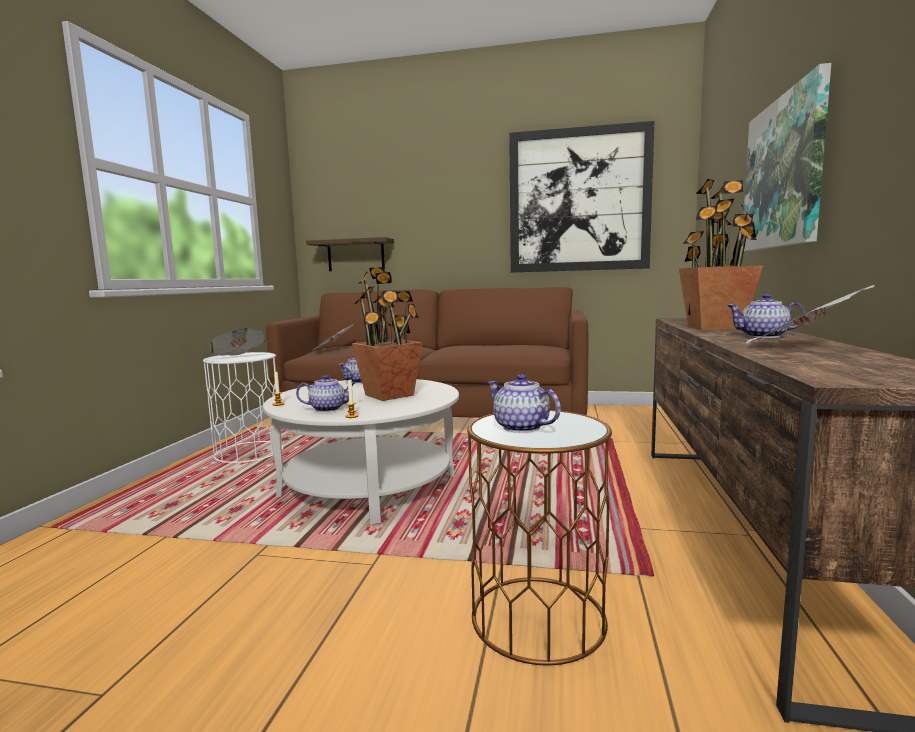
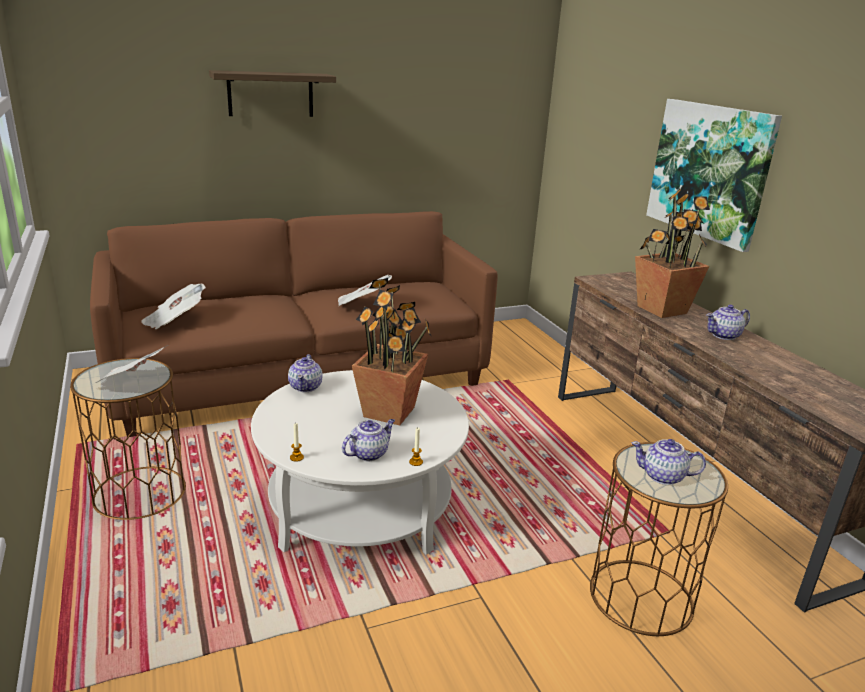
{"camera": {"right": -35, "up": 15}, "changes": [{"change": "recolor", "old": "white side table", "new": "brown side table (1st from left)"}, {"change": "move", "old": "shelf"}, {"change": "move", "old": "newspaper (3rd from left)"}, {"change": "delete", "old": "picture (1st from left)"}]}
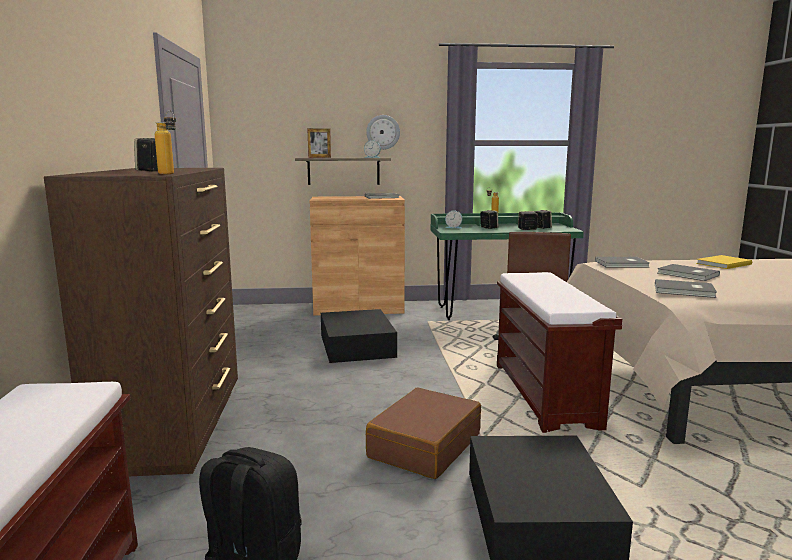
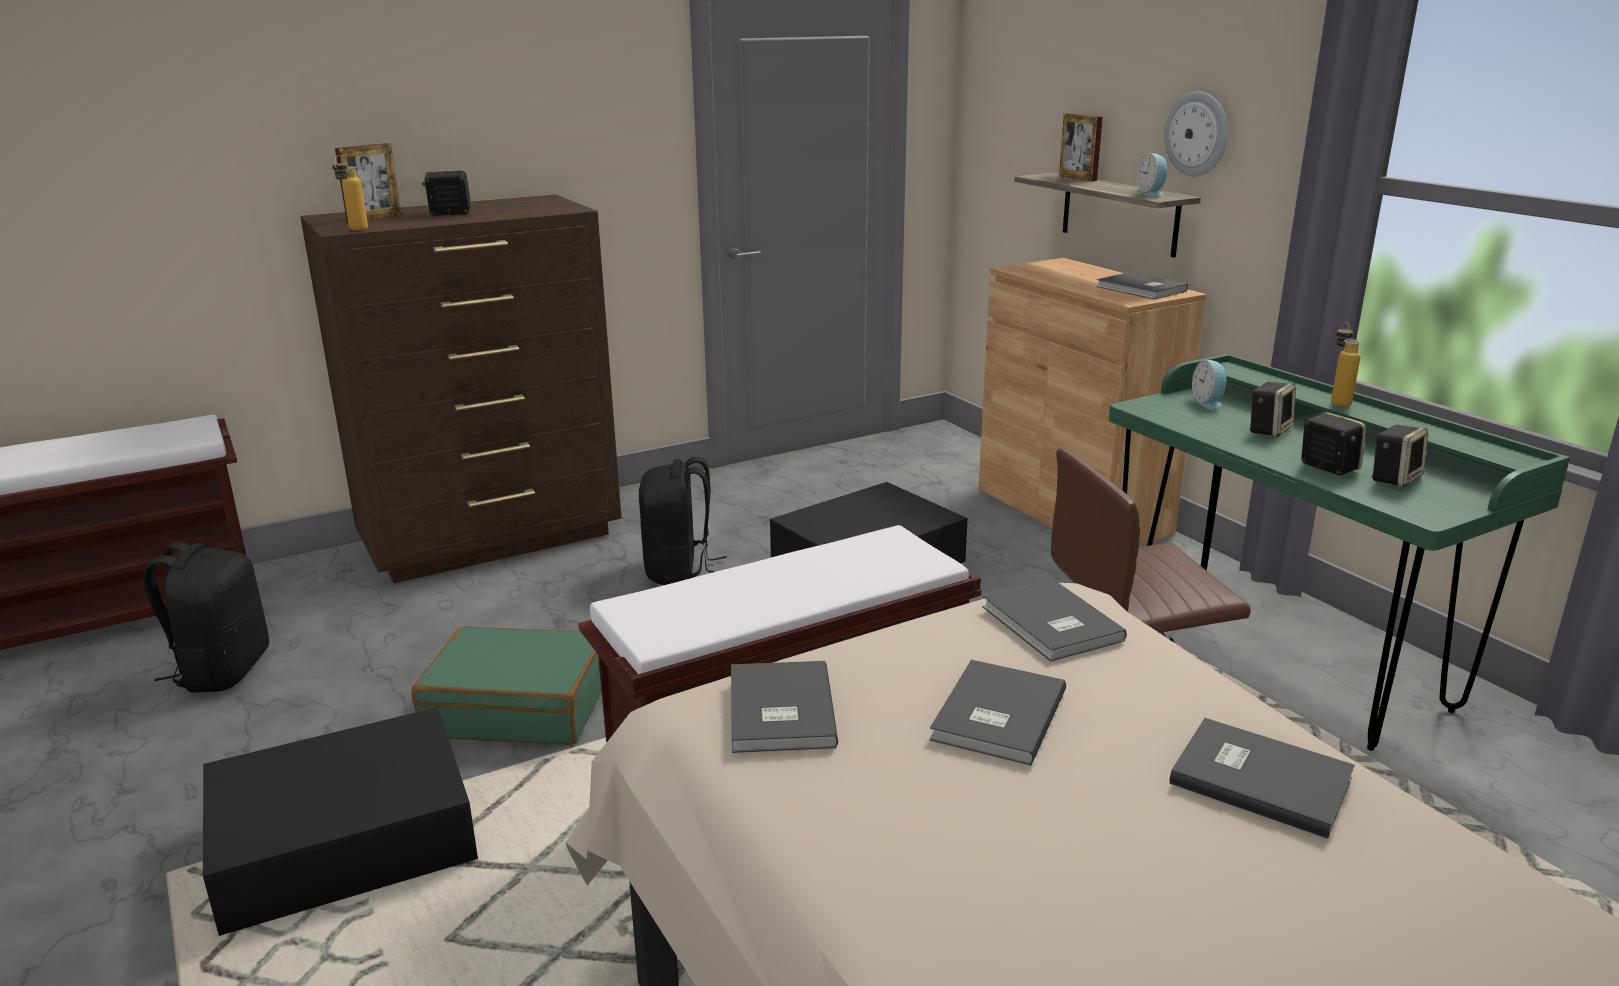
{"camera": {"right": 65, "up": 10}, "changes": [{"change": "insert", "new": "picture frame (1st from left)"}, {"change": "recolor", "old": "brown suitcase", "new": "green suitcase"}, {"change": "insert", "new": "black backpack (2nd from left)"}, {"change": "recolor", "old": "yellow book", "new": "grey book (5th from left)"}]}
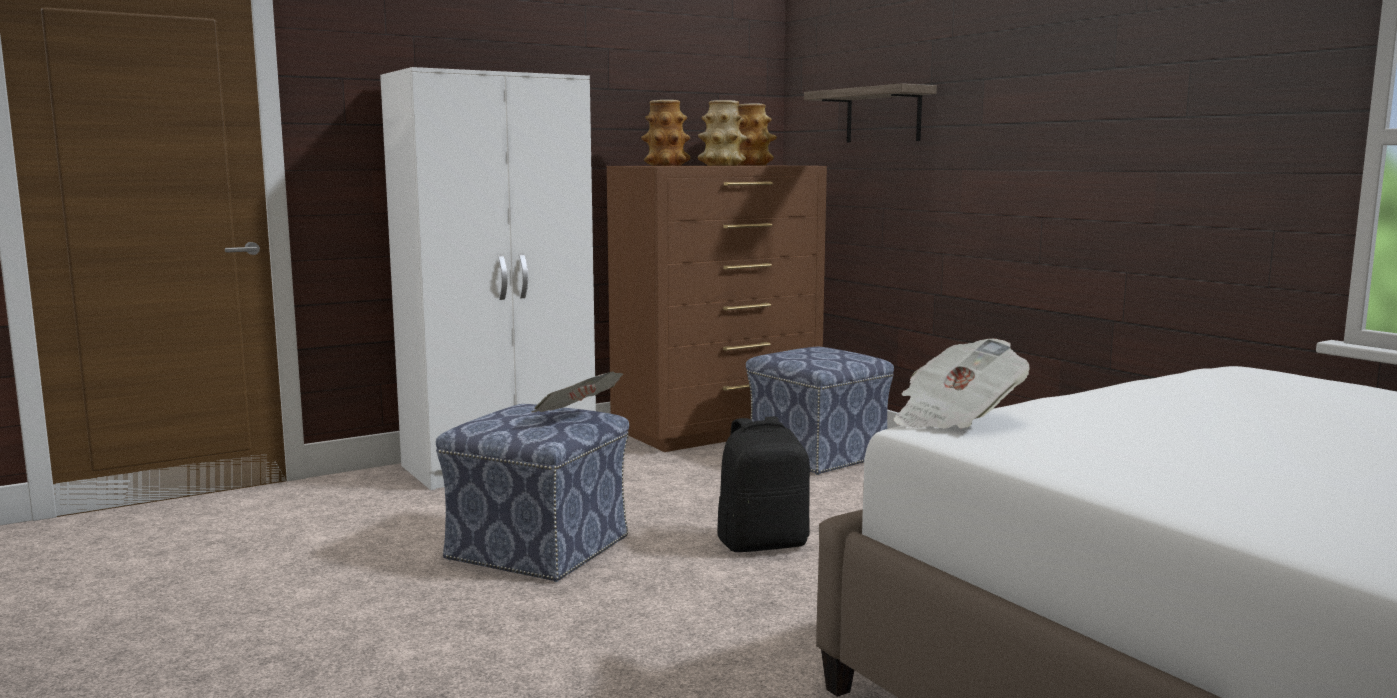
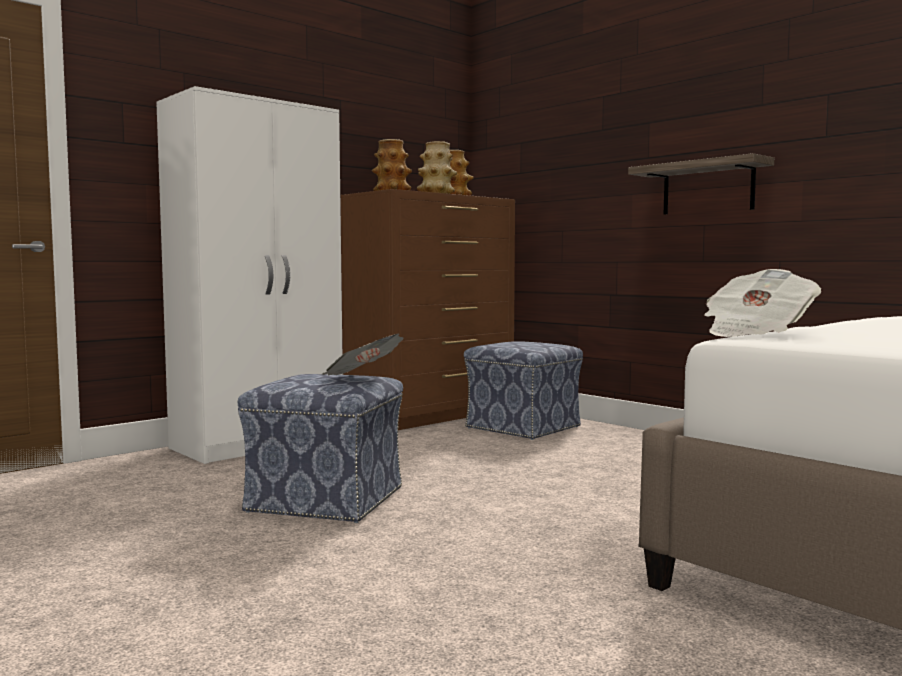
{"camera": {"right": -10, "up": -5}, "changes": [{"change": "move", "old": "shelf"}, {"change": "delete", "old": "black backpack"}]}
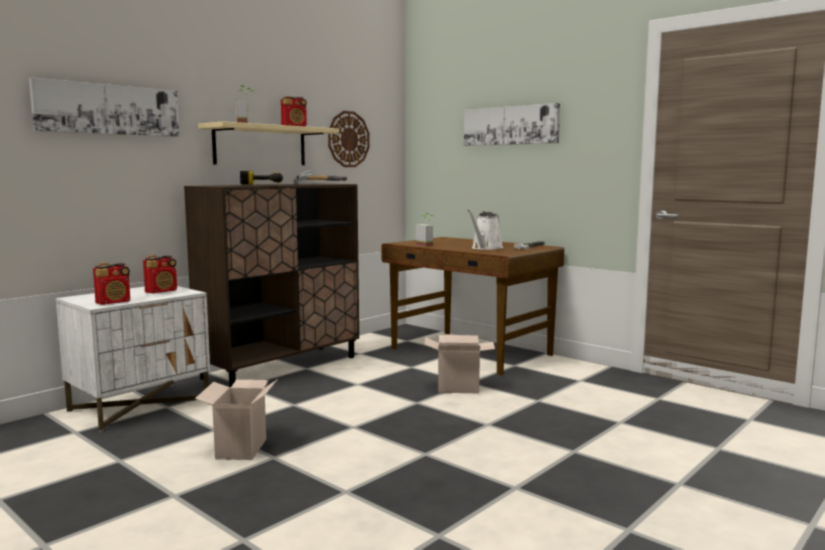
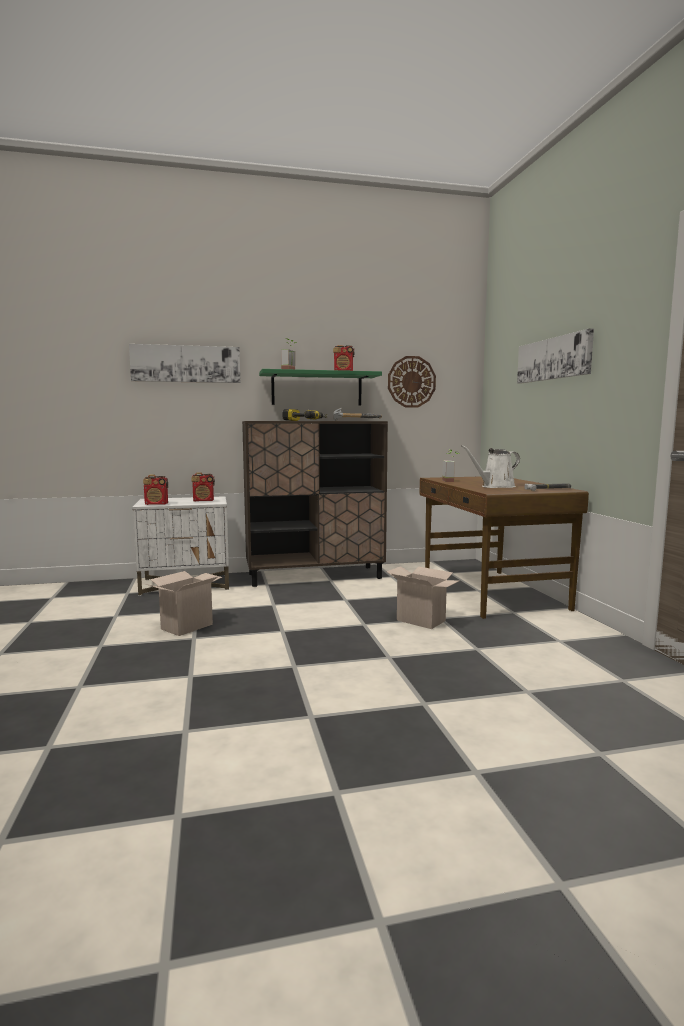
{"camera": {"right": 35, "up": 0}, "changes": [{"change": "recolor", "old": "beige shelf", "new": "green shelf"}]}
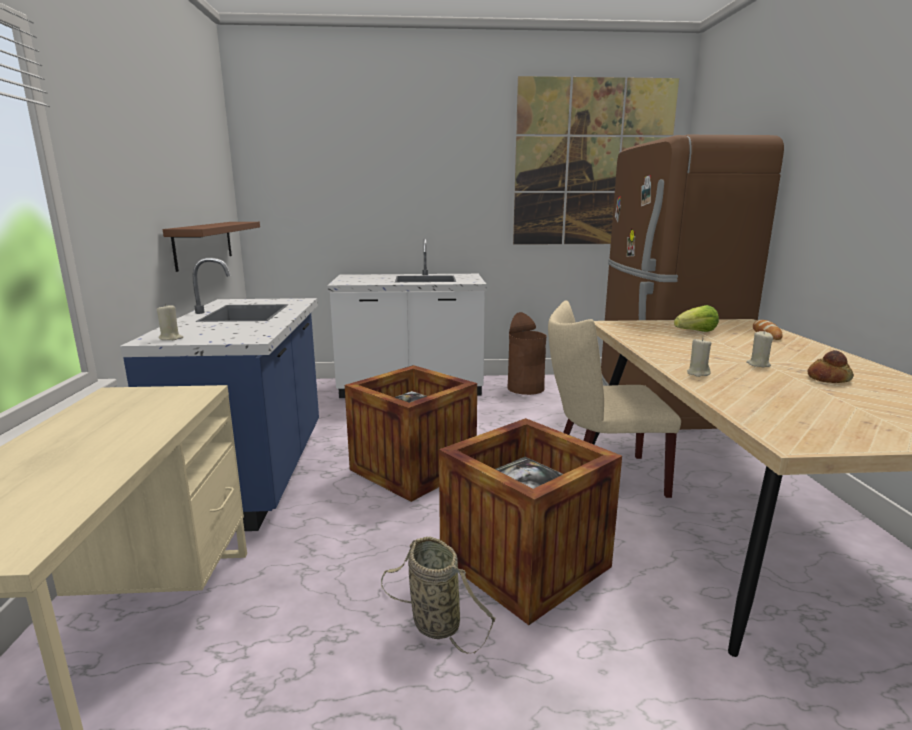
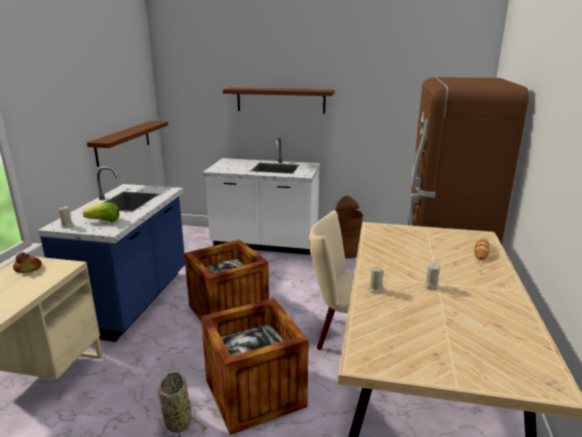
{"camera": {"right": 15, "up": 5}, "changes": [{"change": "move", "old": "bread (2nd from left in the first image)", "new": "bread (1st from left)"}, {"change": "move", "old": "lettuce"}, {"change": "insert", "new": "brown shelf (2nd from left)"}, {"change": "delete", "old": "picture"}]}
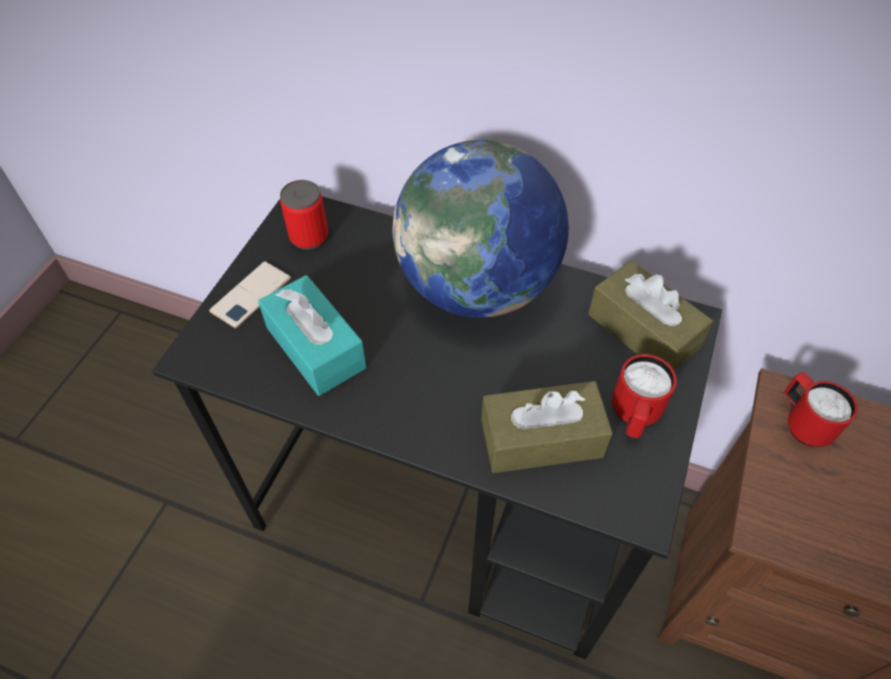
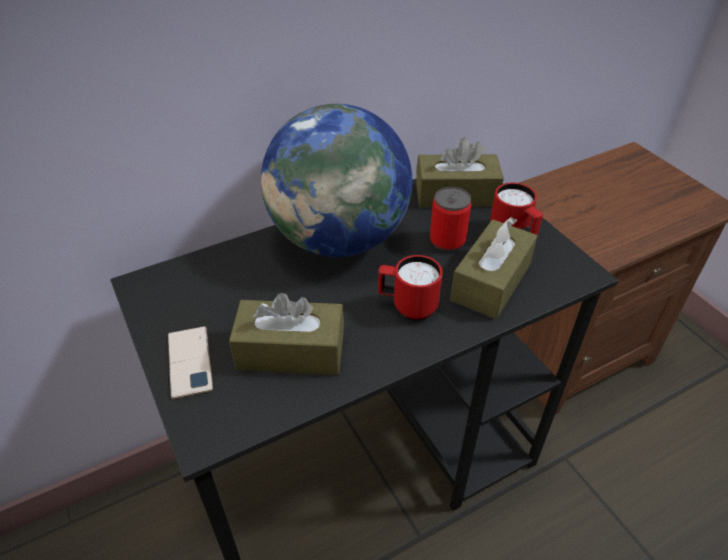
{"camera": {"right": -50, "up": -10}, "changes": [{"change": "recolor", "old": "turquoise tissue box", "new": "brown tissue box (1st from left)"}, {"change": "move", "old": "red mug (2nd from left in the first image)", "new": "red mug (1st from left)"}, {"change": "move", "old": "can"}]}
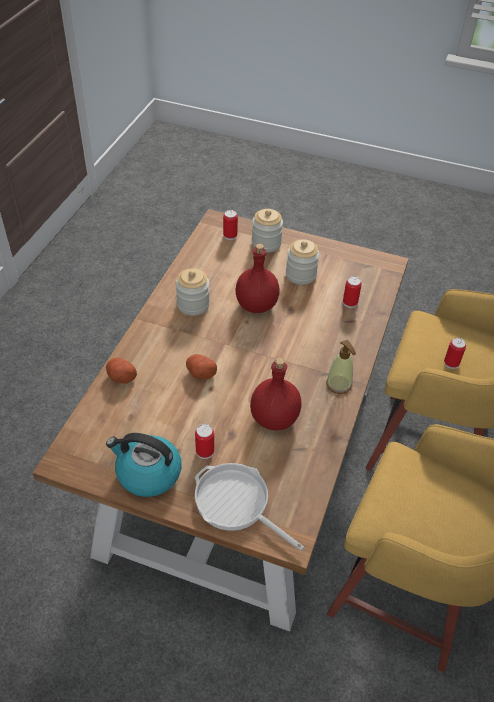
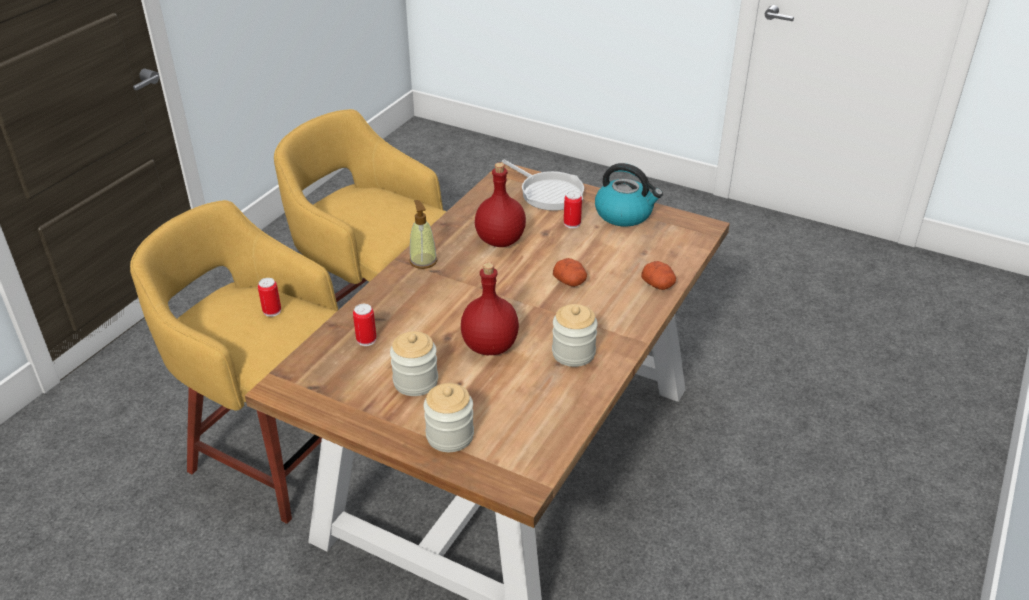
{"camera": {"right": -170, "up": -10}, "changes": [{"change": "delete", "old": "can (2nd from left)"}]}
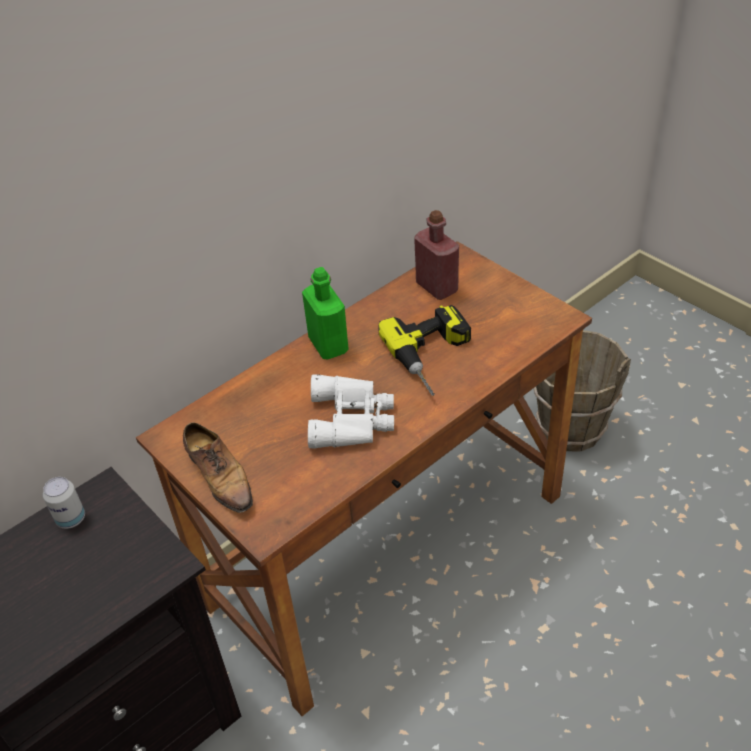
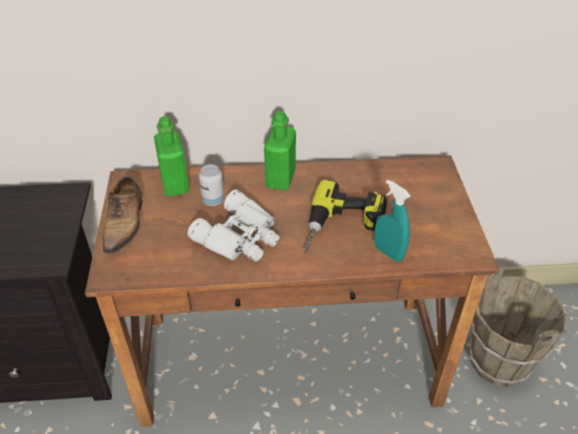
{"camera": {"right": 35, "up": 0}, "changes": [{"change": "insert", "new": "green bottle (1st from left)"}, {"change": "move", "old": "can"}, {"change": "insert", "new": "turquoise spray bottle"}, {"change": "delete", "old": "red bottle"}]}
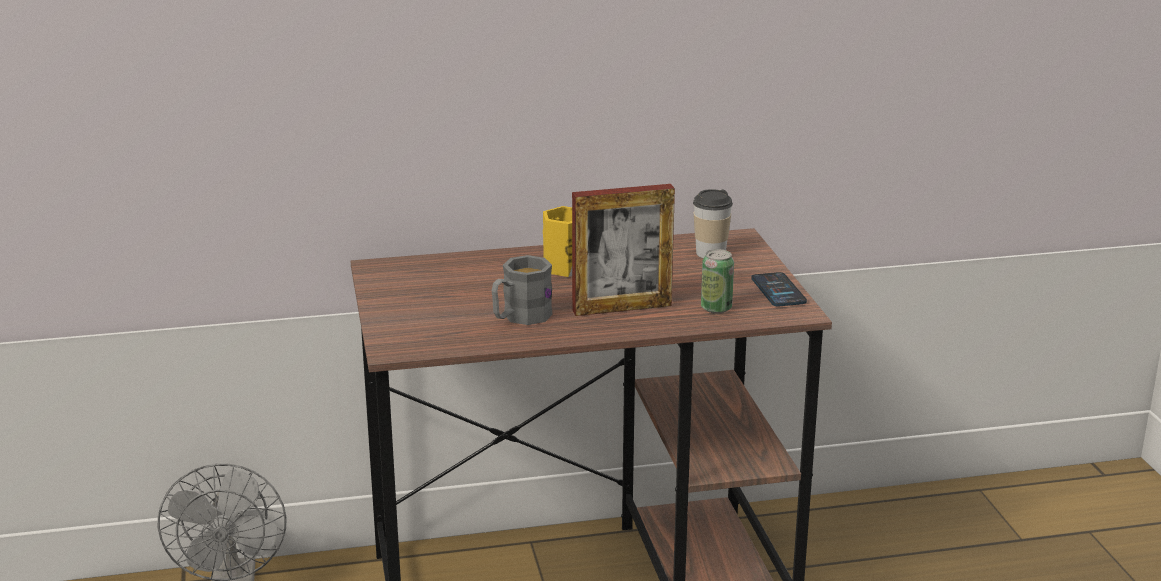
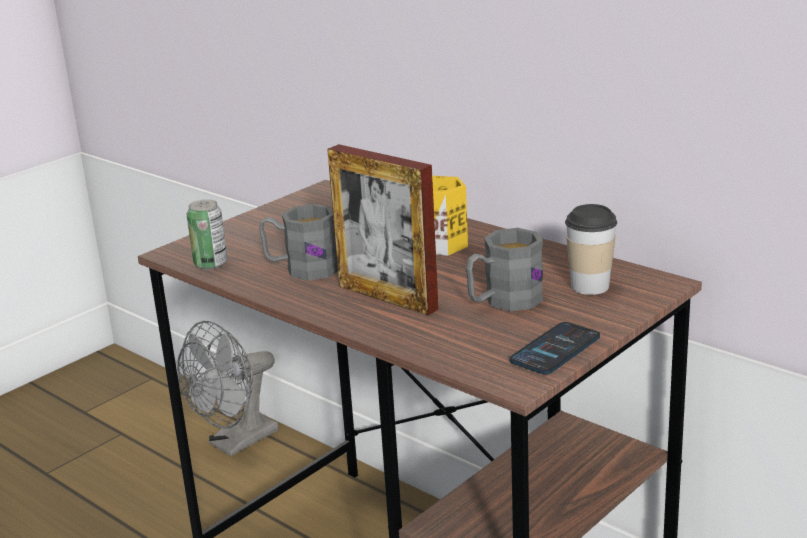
{"camera": {"right": 55, "up": 0}, "changes": [{"change": "move", "old": "can"}, {"change": "insert", "new": "grey mug (2nd from left)"}]}
